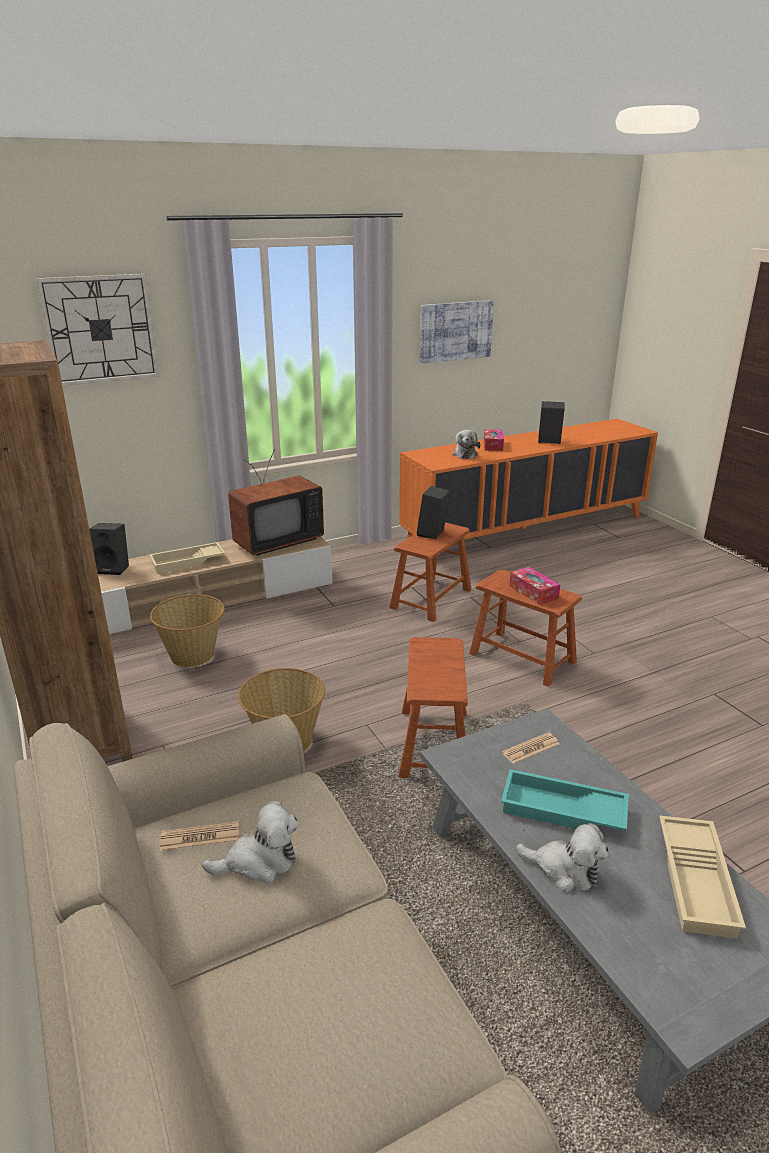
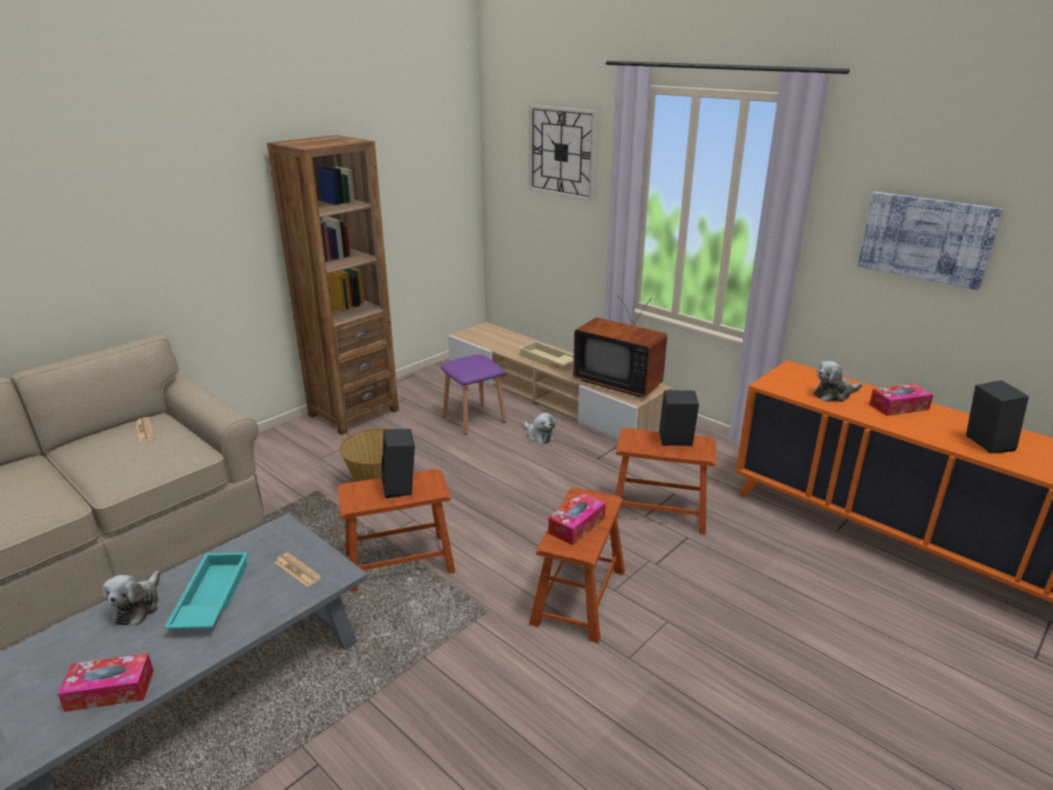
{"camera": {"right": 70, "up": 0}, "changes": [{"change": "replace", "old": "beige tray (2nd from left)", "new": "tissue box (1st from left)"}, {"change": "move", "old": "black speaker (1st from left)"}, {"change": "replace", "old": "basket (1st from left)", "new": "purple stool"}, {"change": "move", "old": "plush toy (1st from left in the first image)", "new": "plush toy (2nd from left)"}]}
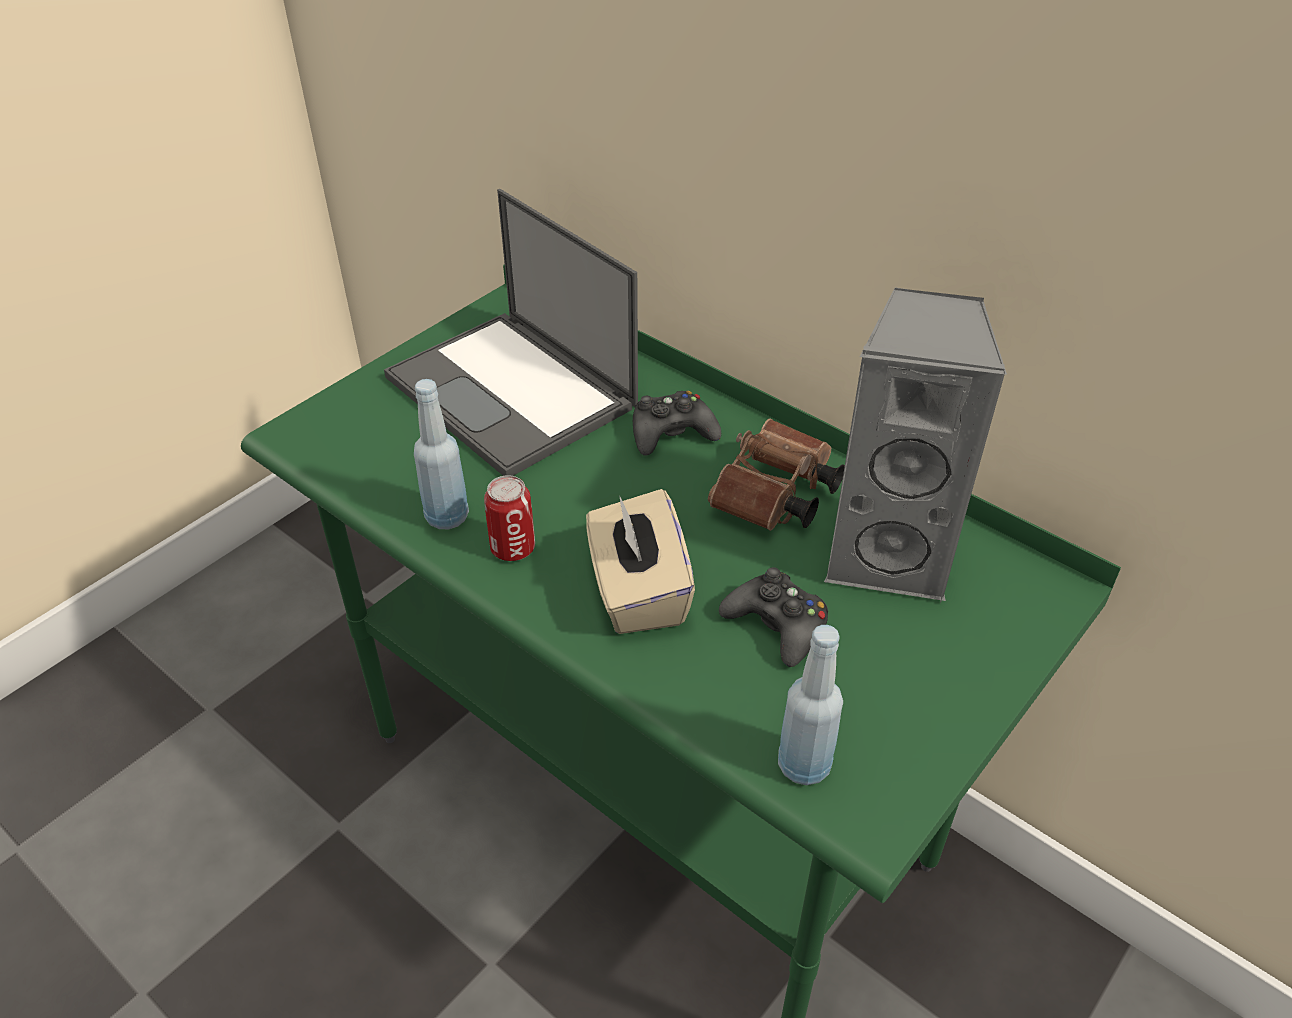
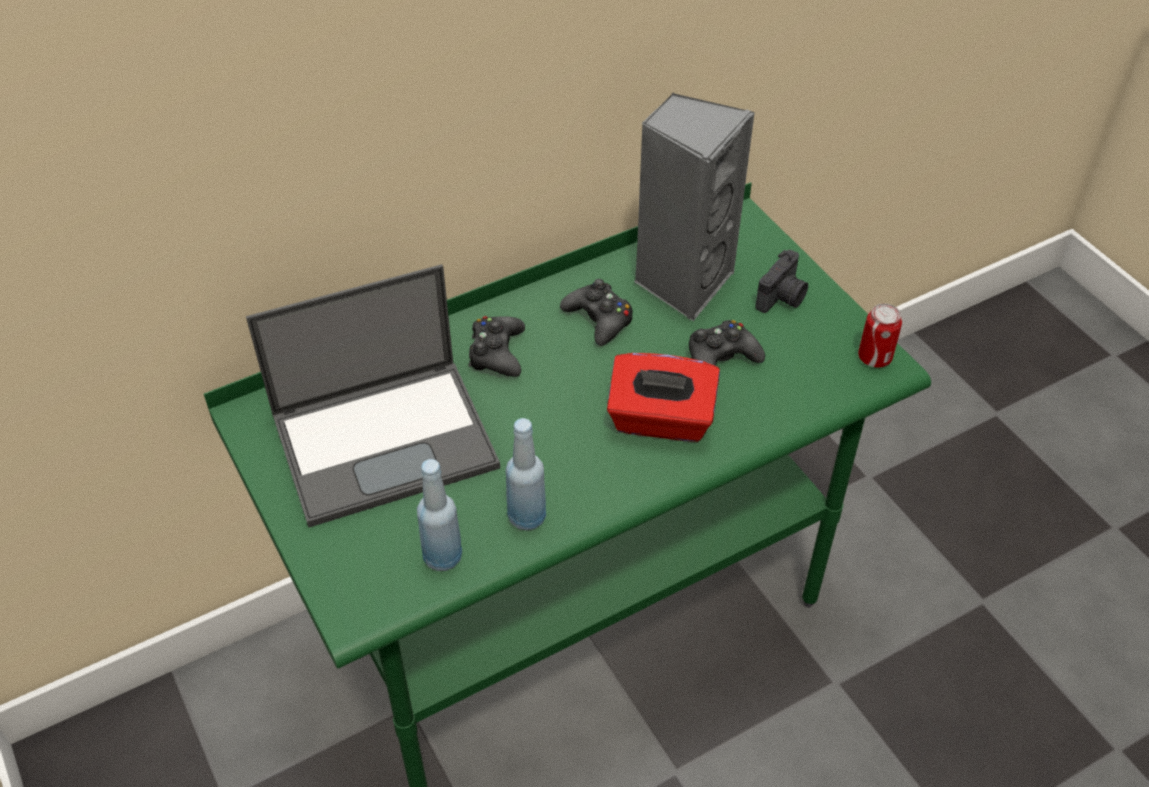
{"camera": {"right": -70, "up": 5}, "changes": [{"change": "move", "old": "blue bottle (2nd from left in the first image)", "new": "blue bottle (1st from left)"}, {"change": "replace", "old": "brown binoculars", "new": "black game controller (2nd from left)"}, {"change": "recolor", "old": "beige tissue box", "new": "red tissue box"}, {"change": "insert", "new": "photo camera"}, {"change": "move", "old": "can"}]}
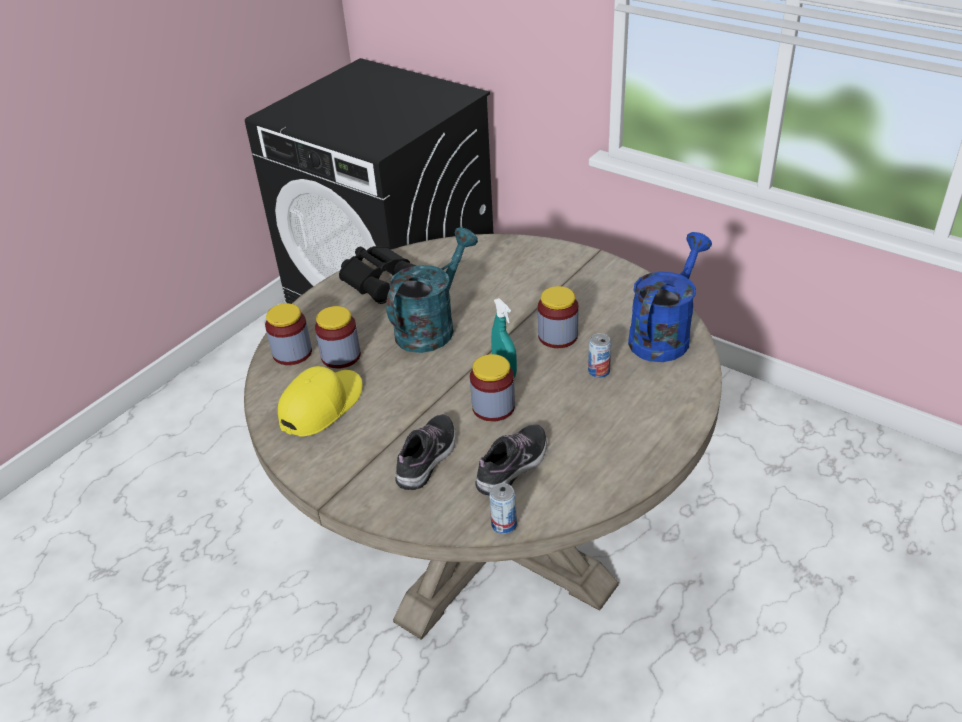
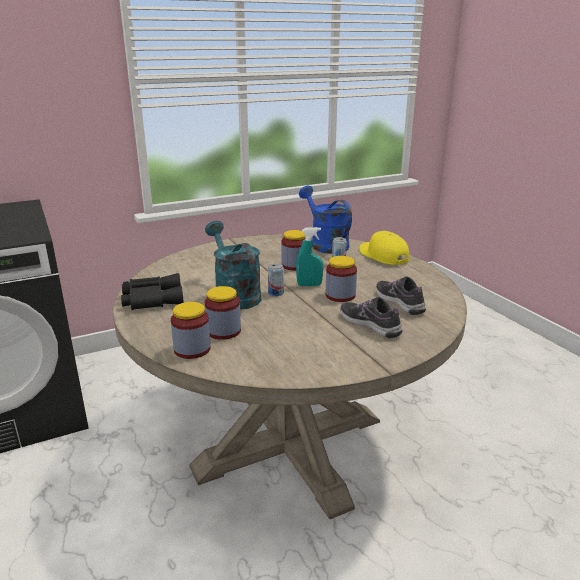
{"camera": {"right": -65, "up": -15}, "changes": [{"change": "move", "old": "can (1st from left)"}, {"change": "move", "old": "yellow cap"}]}
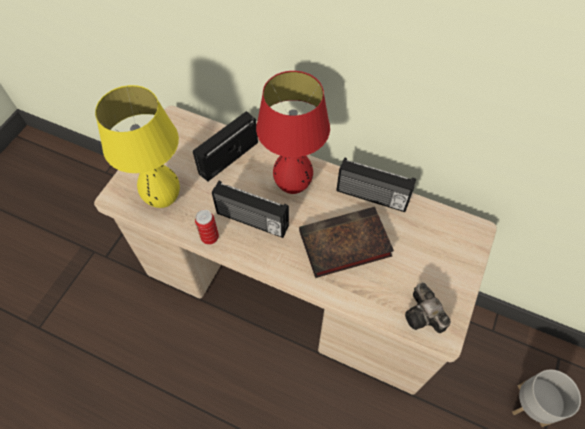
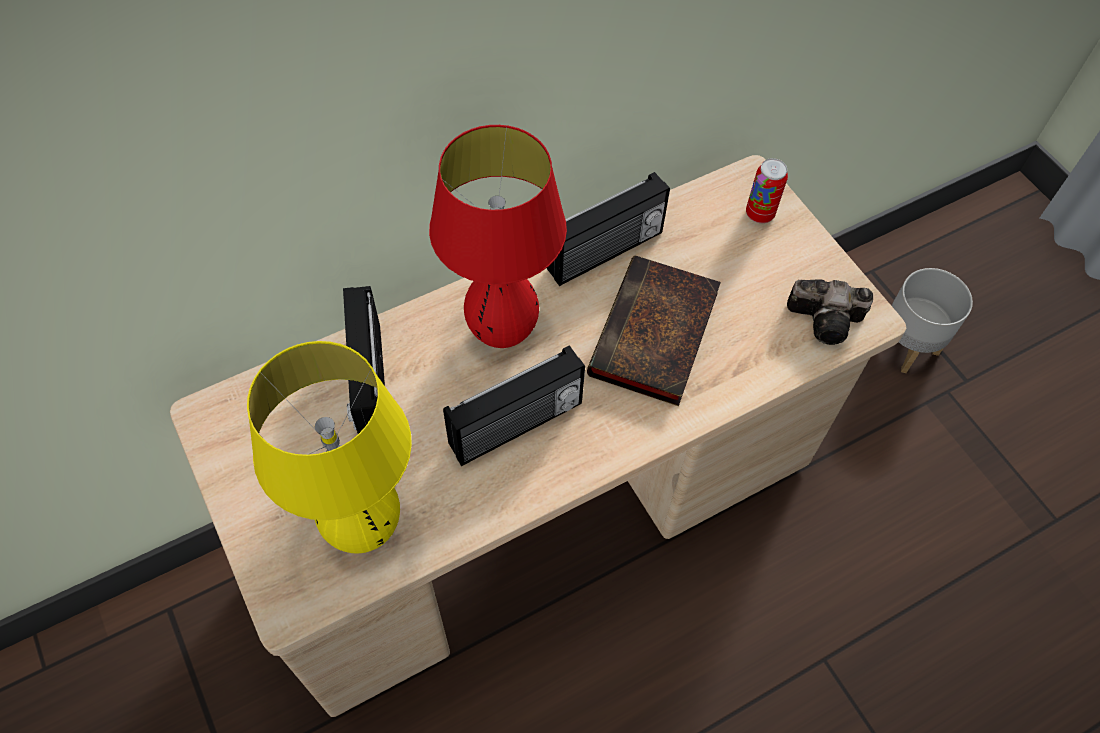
{"camera": {"right": -55, "up": 0}, "changes": [{"change": "move", "old": "can"}]}
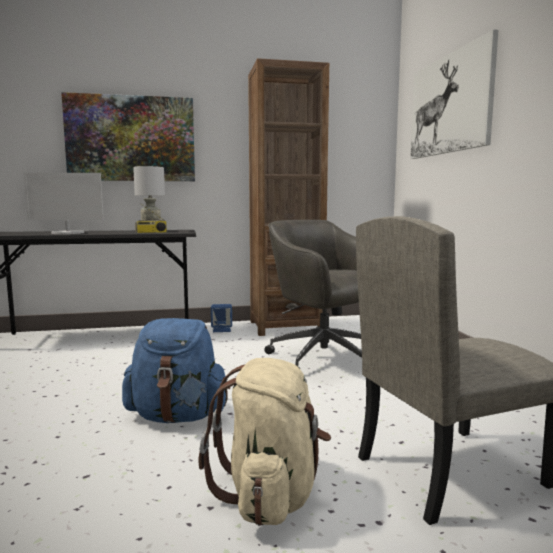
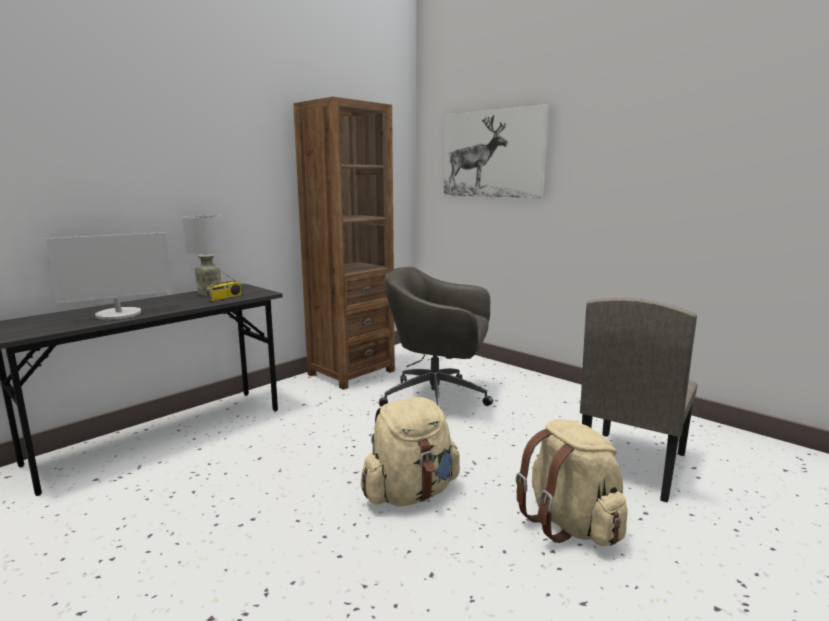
{"camera": {"right": -35, "up": 5}, "changes": [{"change": "recolor", "old": "blue backpack", "new": "beige backpack (1st from left)"}, {"change": "delete", "old": "picture (1st from left)"}, {"change": "delete", "old": "blue speaker"}]}
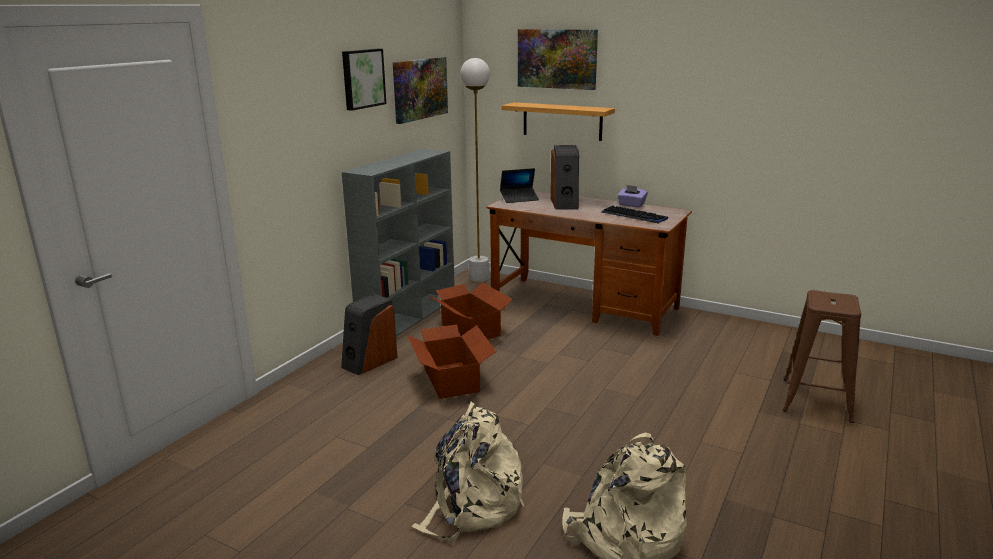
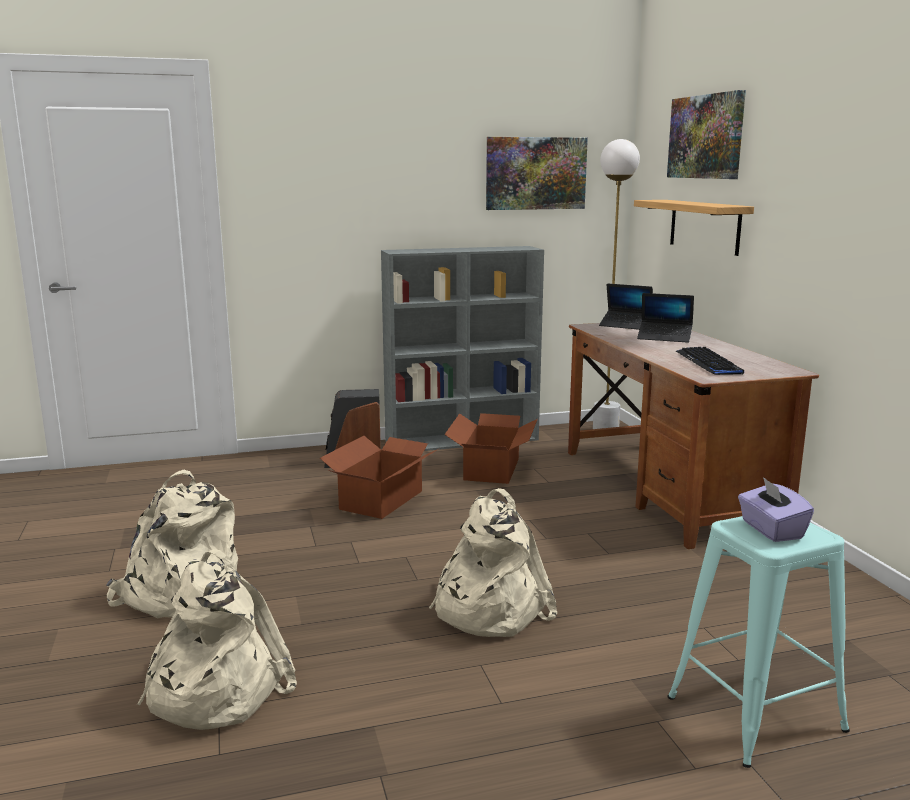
{"camera": {"right": 45, "up": -5}, "changes": [{"change": "insert", "new": "beige backpack (3rd from left)"}, {"change": "replace", "old": "speaker (2nd from left)", "new": "laptop (2nd from left)"}, {"change": "recolor", "old": "brown stool", "new": "turquoise stool"}, {"change": "move", "old": "purple tissue box"}, {"change": "delete", "old": "picture (1st from left)"}]}
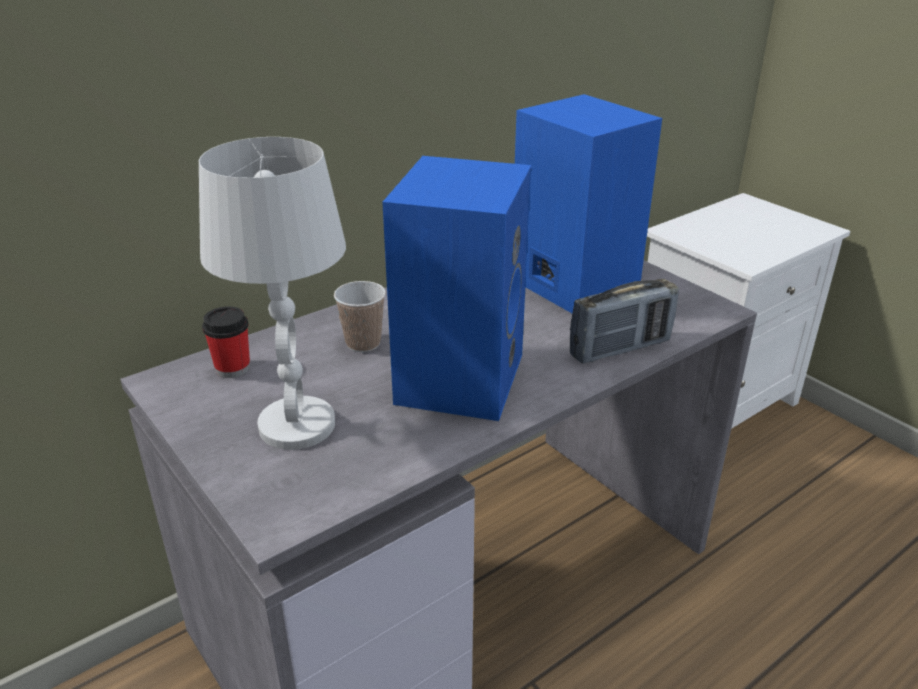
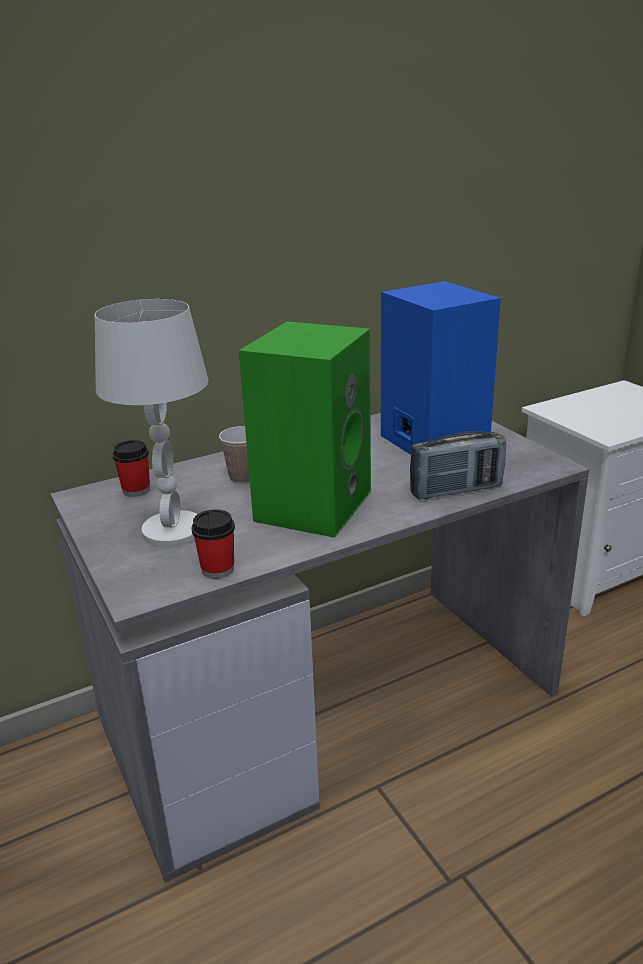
{"camera": {"right": 10, "up": -5}, "changes": [{"change": "insert", "new": "cup (2nd from left)"}, {"change": "recolor", "old": "blue speaker (1st from left)", "new": "green speaker"}]}
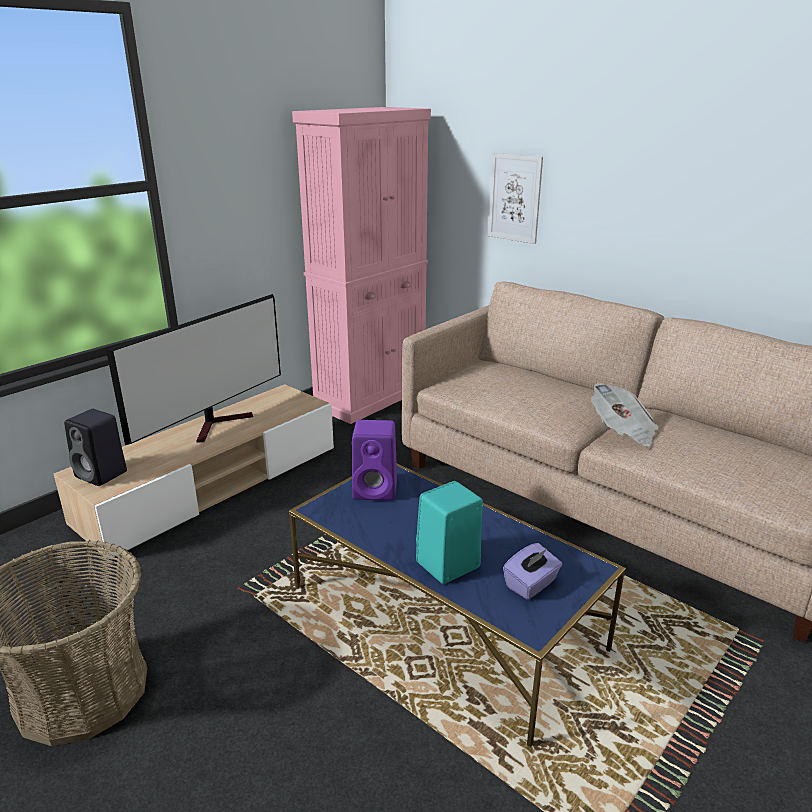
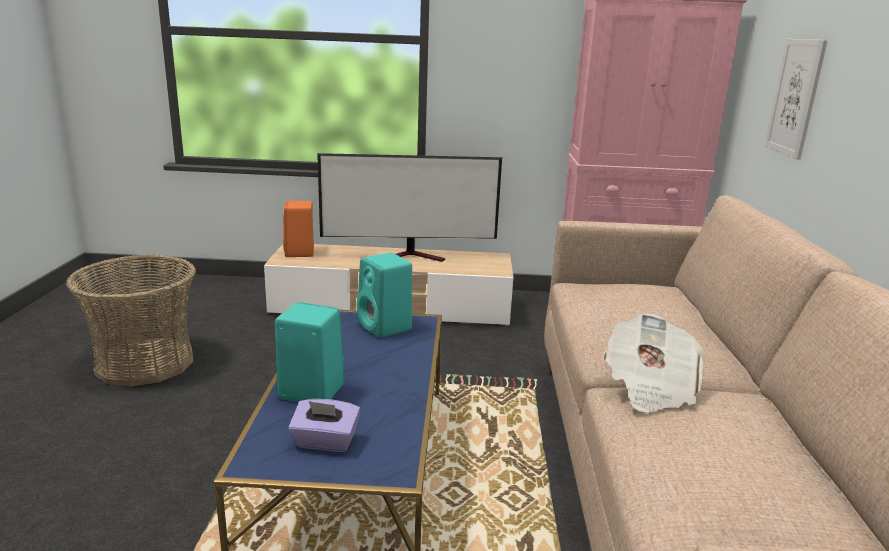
{"camera": {"right": 50, "up": -5}, "changes": [{"change": "recolor", "old": "black speaker", "new": "orange speaker"}, {"change": "recolor", "old": "purple speaker", "new": "turquoise speaker (2nd from left)"}]}
